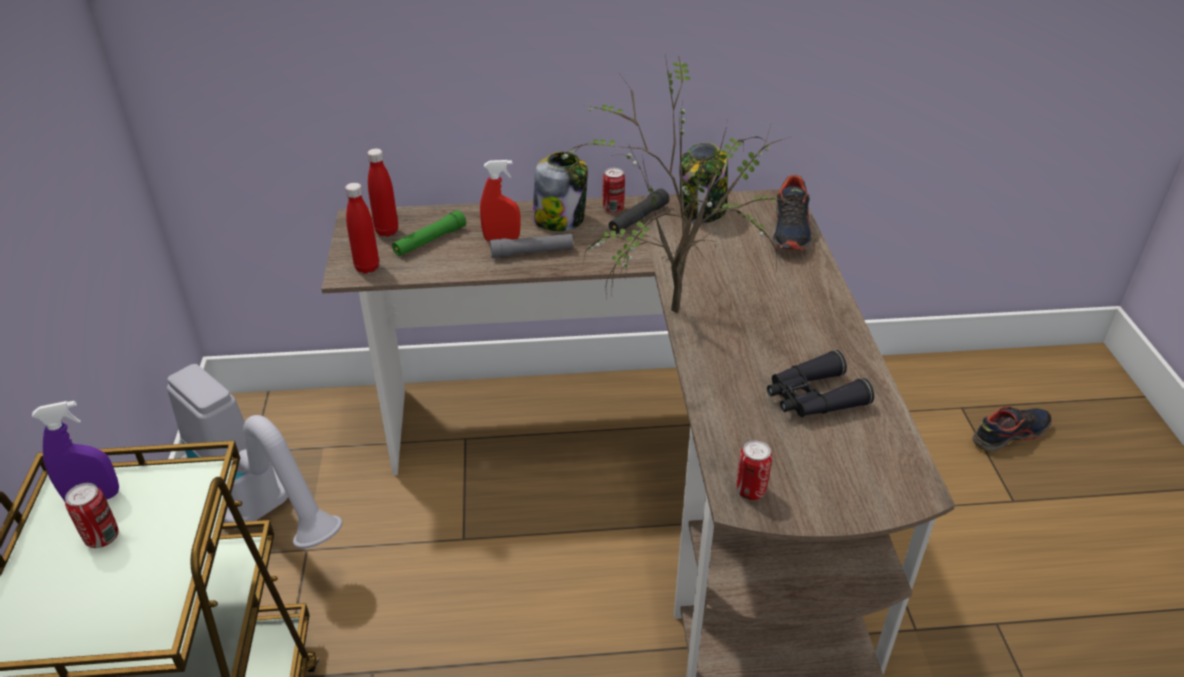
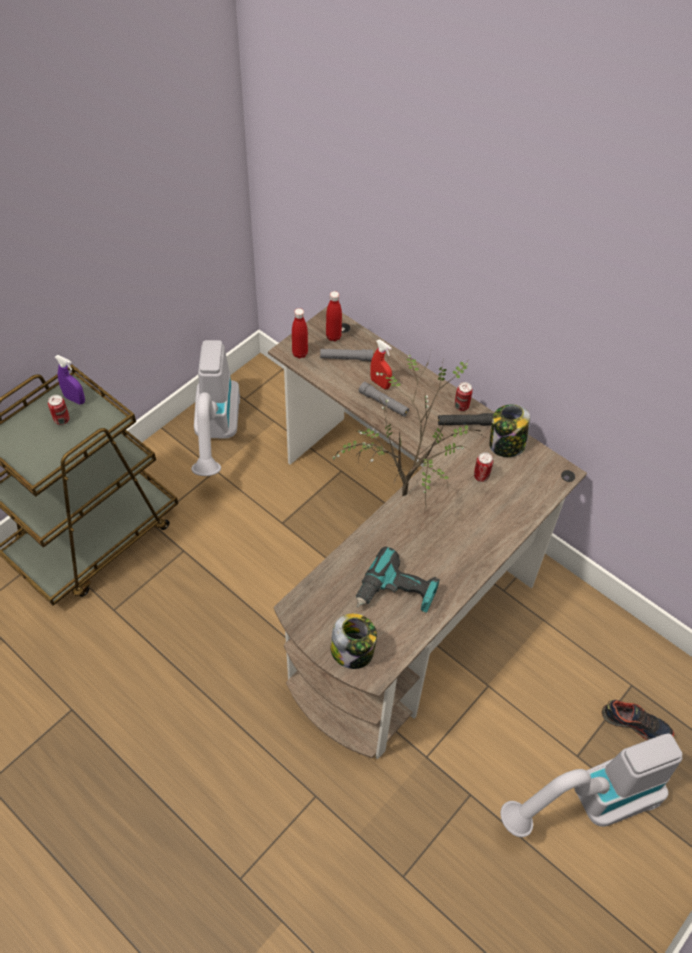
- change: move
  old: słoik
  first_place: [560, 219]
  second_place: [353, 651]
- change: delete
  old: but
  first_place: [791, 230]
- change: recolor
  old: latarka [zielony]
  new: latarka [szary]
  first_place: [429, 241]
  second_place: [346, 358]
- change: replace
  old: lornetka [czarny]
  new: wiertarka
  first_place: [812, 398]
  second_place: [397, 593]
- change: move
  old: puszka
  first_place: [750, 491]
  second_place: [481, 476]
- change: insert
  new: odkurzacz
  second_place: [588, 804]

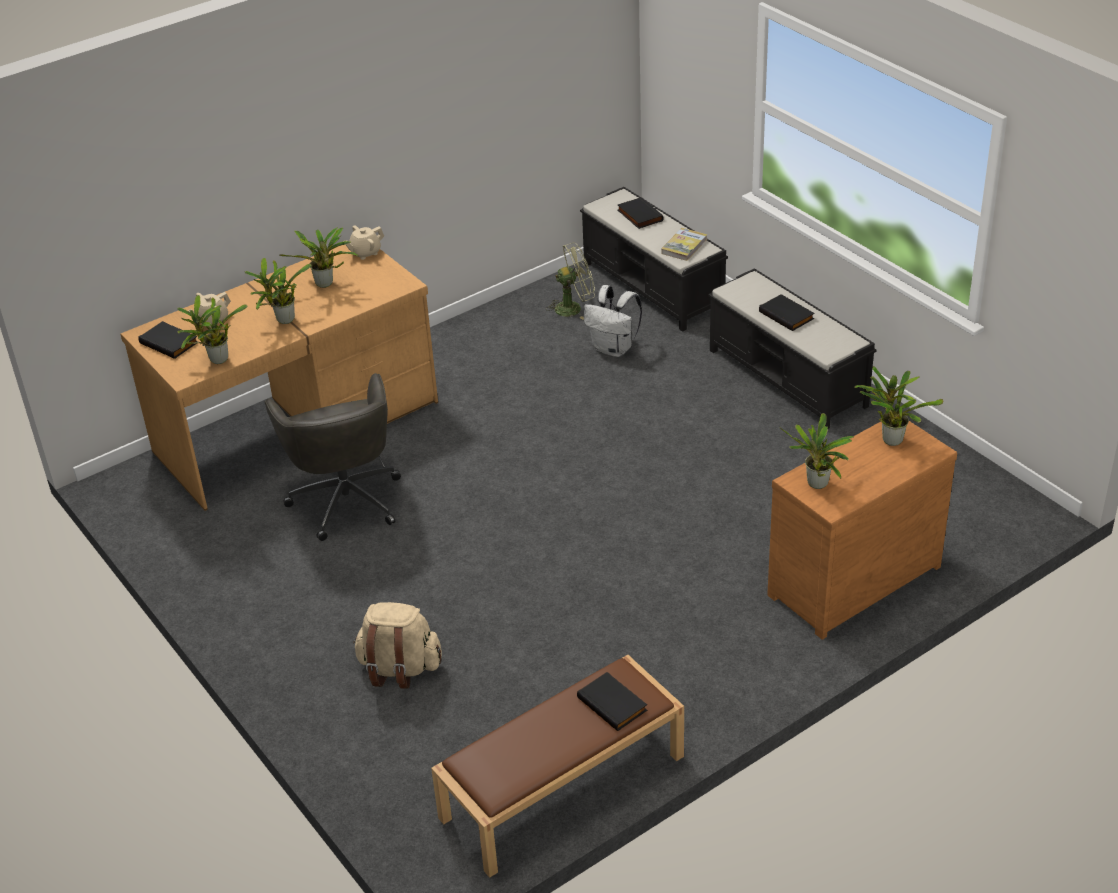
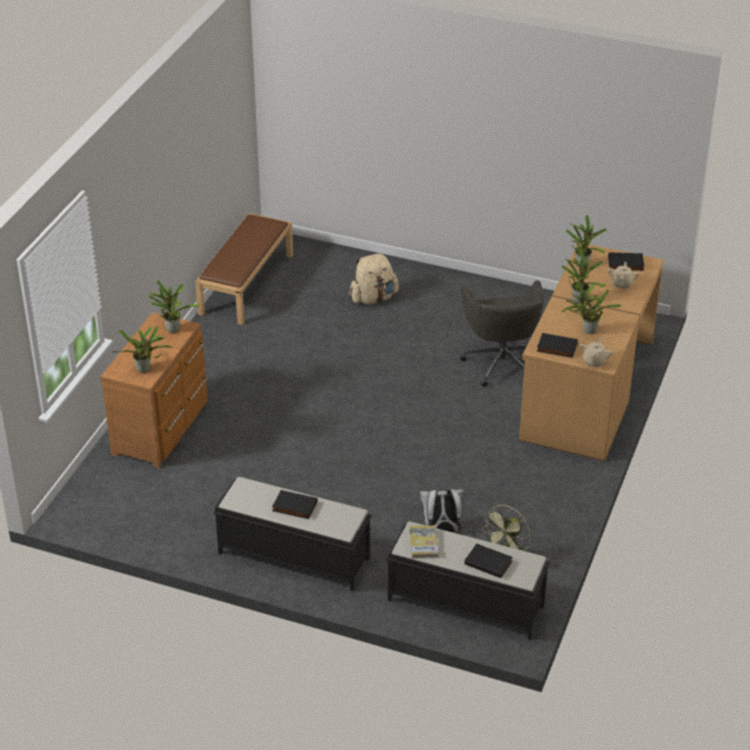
- change: rotate
  old: krzesło biurowe [szary]
  first_place: [346, 499]
  second_place: [502, 362]
  degrees: -135
- change: move
  old: książka [czarny]
  first_place: [613, 704]
  second_place: [556, 348]

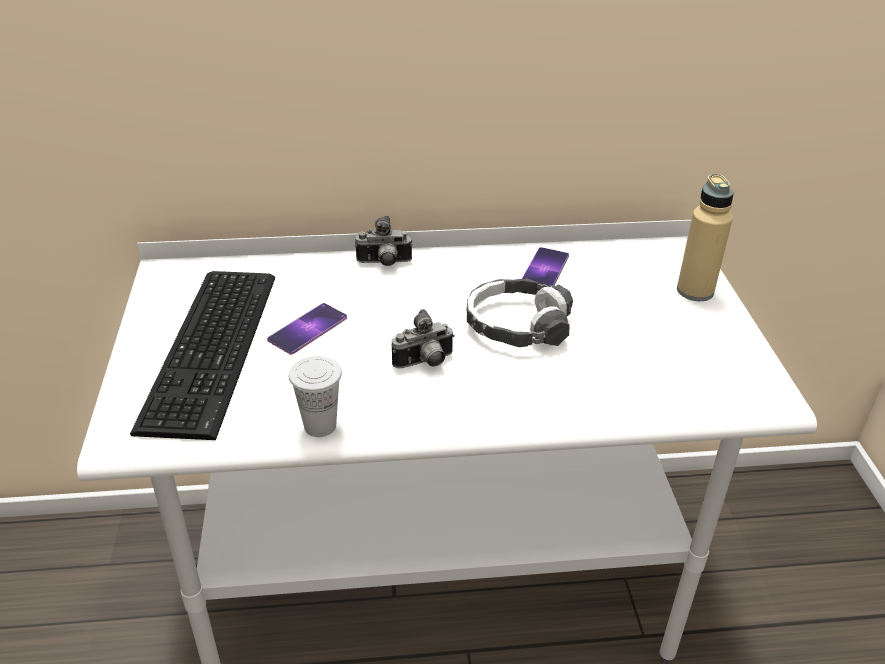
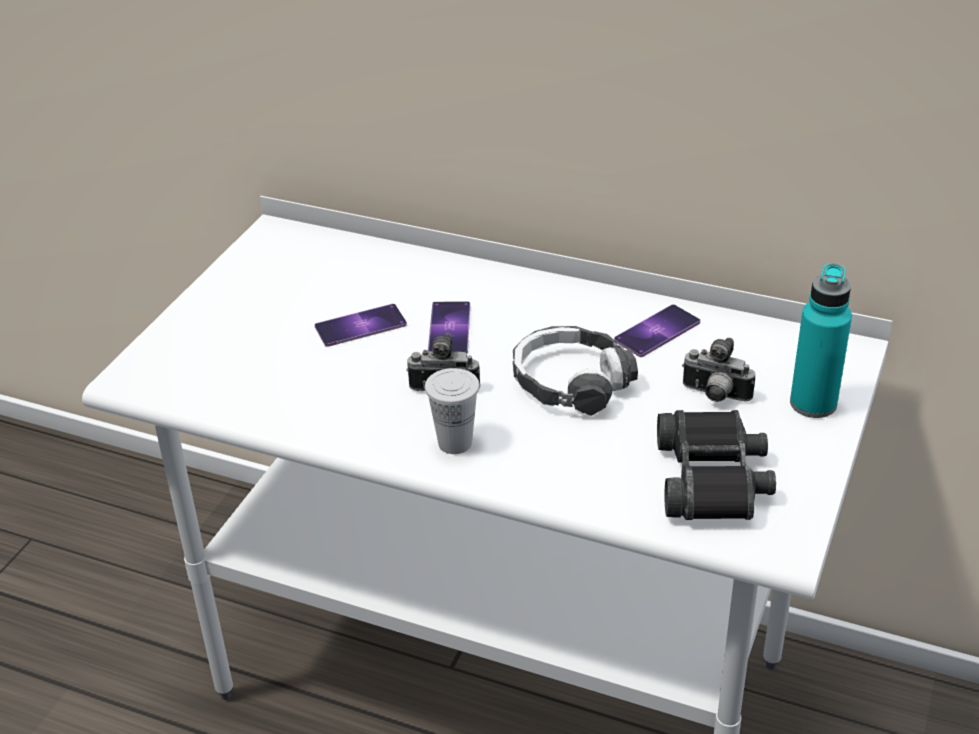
- change: recolor
  old: butelka [beżowy]
  new: butelka [turkusowy]
  first_place: [695, 291]
  second_place: [813, 403]
- change: move
  old: aparat fotograficzny
  first_place: [384, 263]
  second_place: [714, 396]
- change: delete
  old: klawiatura
  first_place: [216, 346]
- change: move
  old: filiżanka [biały]
  first_place: [320, 426]
  second_place: [455, 443]
- change: insert
  new: telefon
  second_place: [449, 328]
- change: insert
  new: lornetka [czarny]
  second_place: [713, 479]

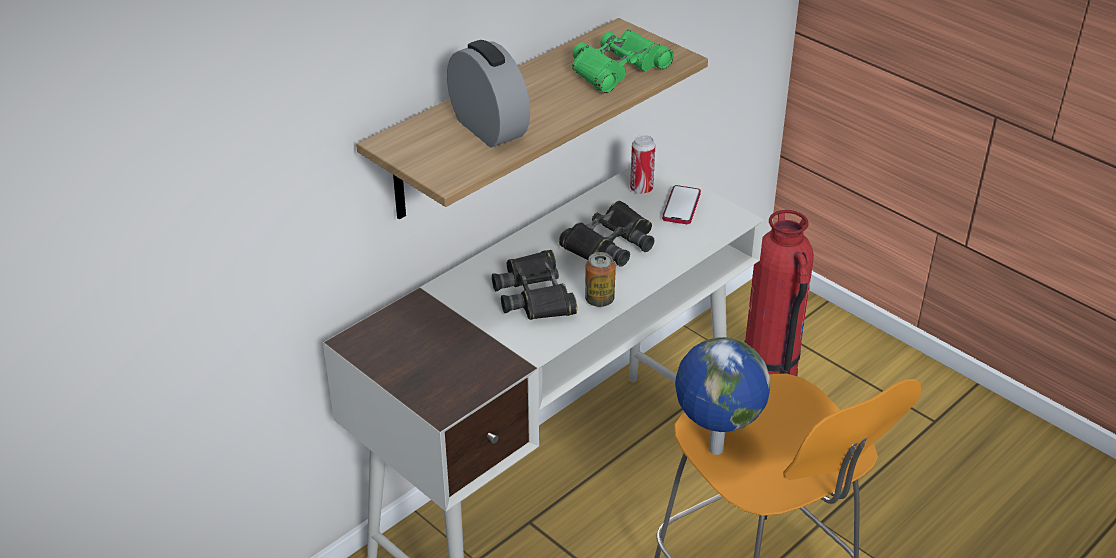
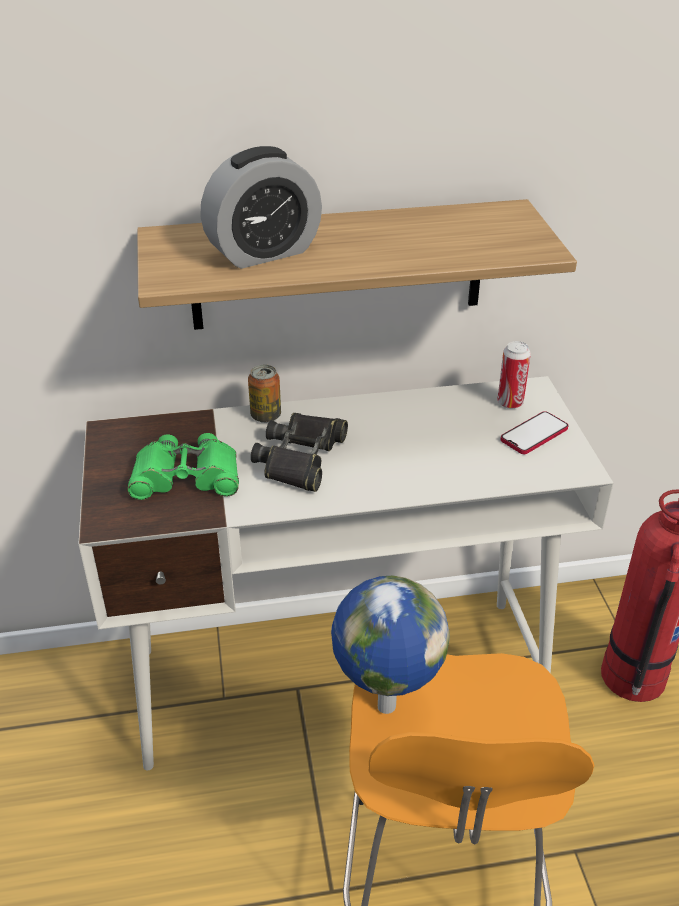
- change: move
  old: lornetka [zielony]
  first_place: [617, 69]
  second_place: [186, 477]
- change: rotate
  old: budzik
  first_place: [489, 128]
  second_place: [263, 252]
  degrees: 60
- change: delete
  old: lornetka [czarny]
  first_place: [610, 243]
- change: move
  old: puszka
  first_place: [599, 300]
  second_place: [265, 416]

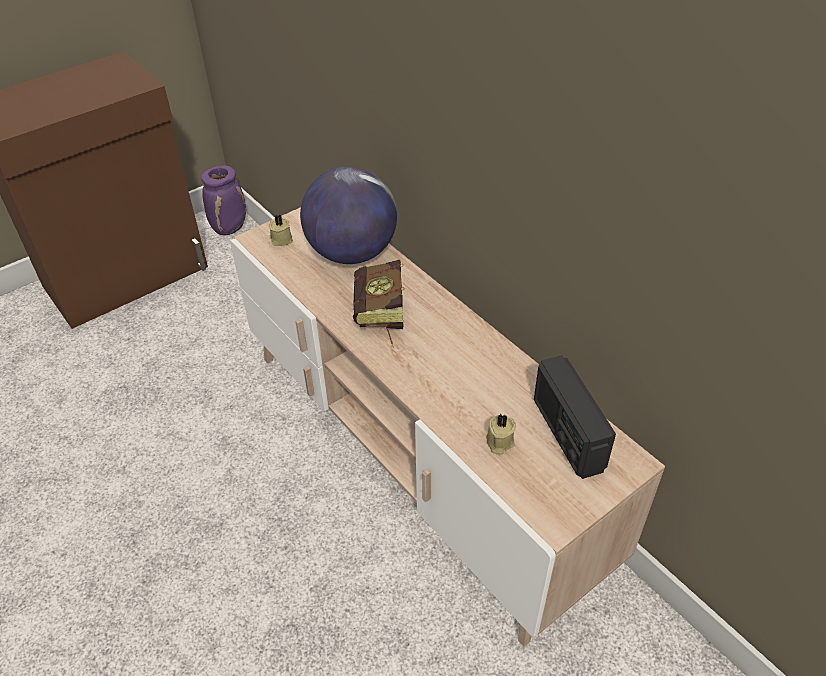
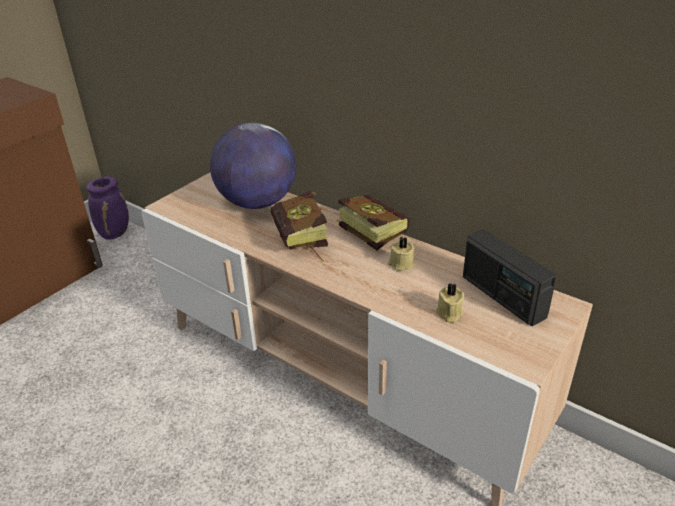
- change: move
  old: świeca [beżowy]
  first_place: [281, 239]
  second_place: [400, 264]
- change: insert
  new: książka
  second_place: [367, 232]

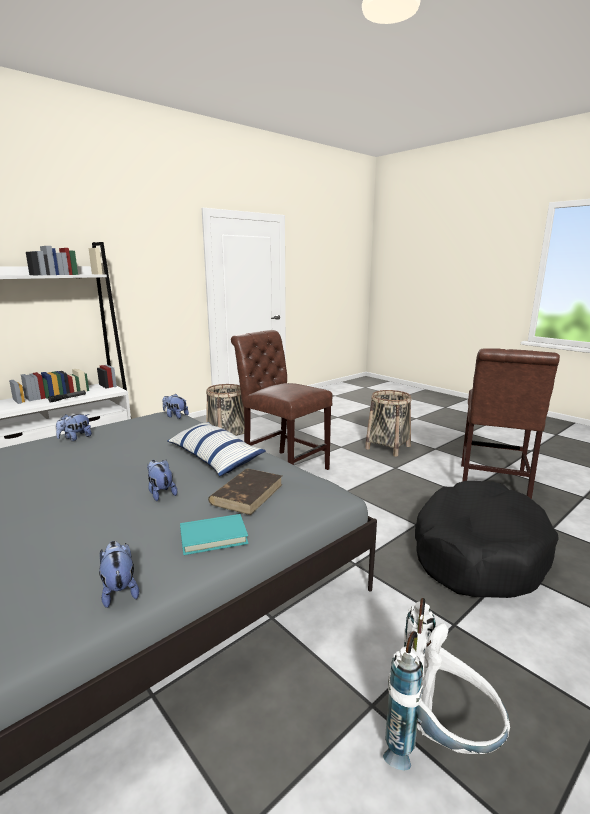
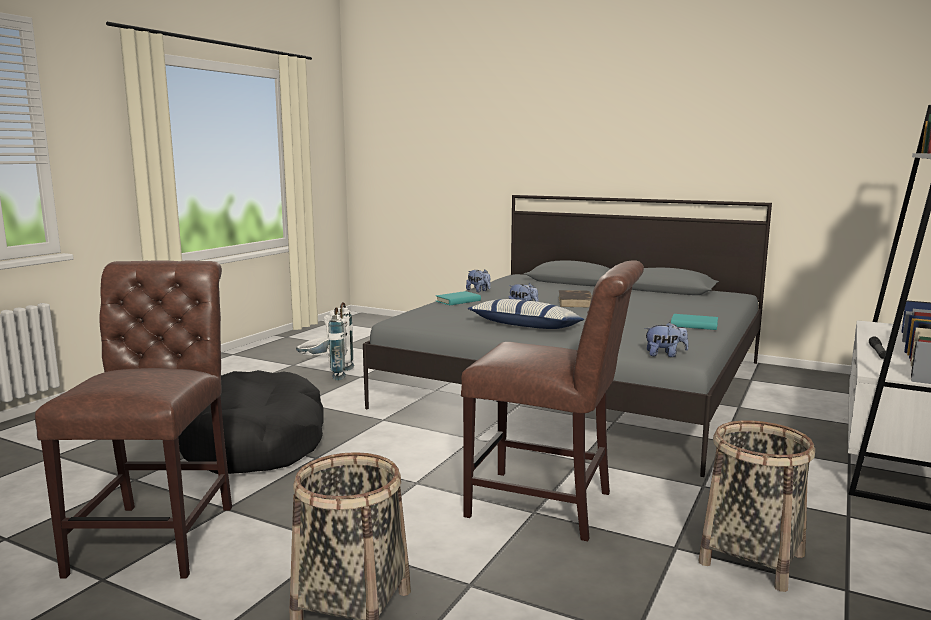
- change: replace
  old: pluszak
  new: książka [turkusowy]
  first_place: [75, 438]
  second_place: [694, 325]
- change: move
  old: książka [brązowy]
  first_place: [247, 493]
  second_place: [576, 302]

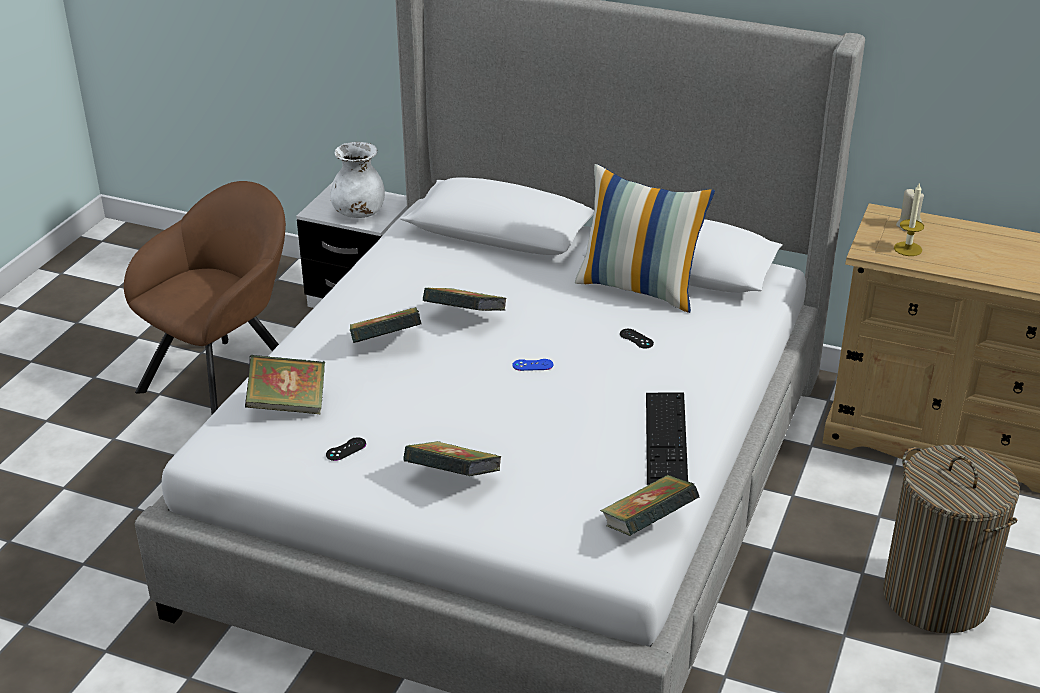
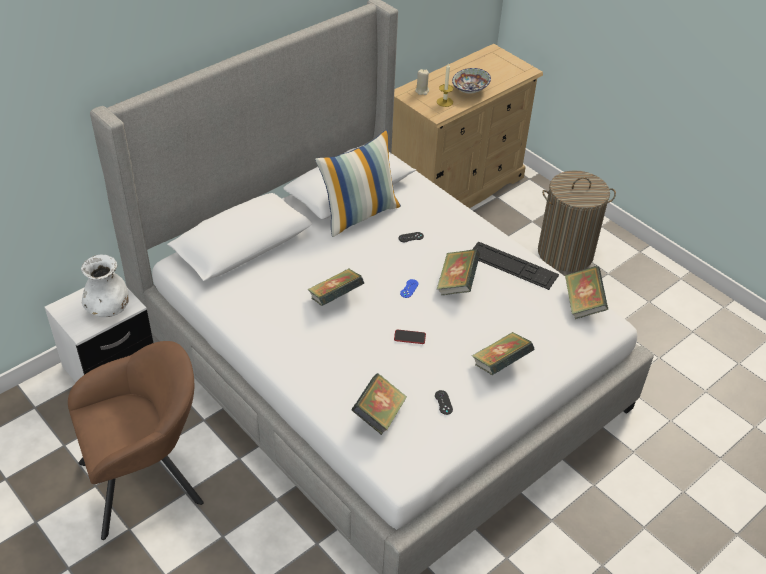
- change: rotate
  old: fotel [brązowy]
  first_place: [228, 380]
  second_place: [147, 480]
  degrees: 90
- change: move
  old: książka
  first_place: [386, 344]
  second_place: [456, 283]
- change: insert
  new: miska
  second_place: [470, 90]
- change: insert
  new: telefon
  second_place: [409, 337]

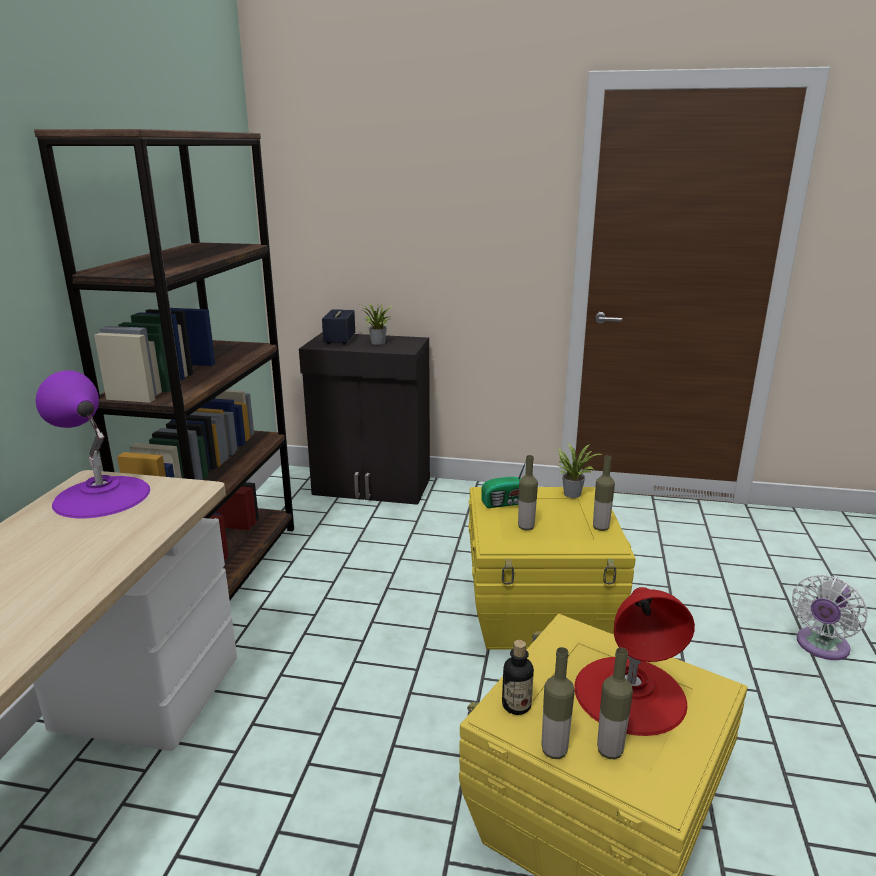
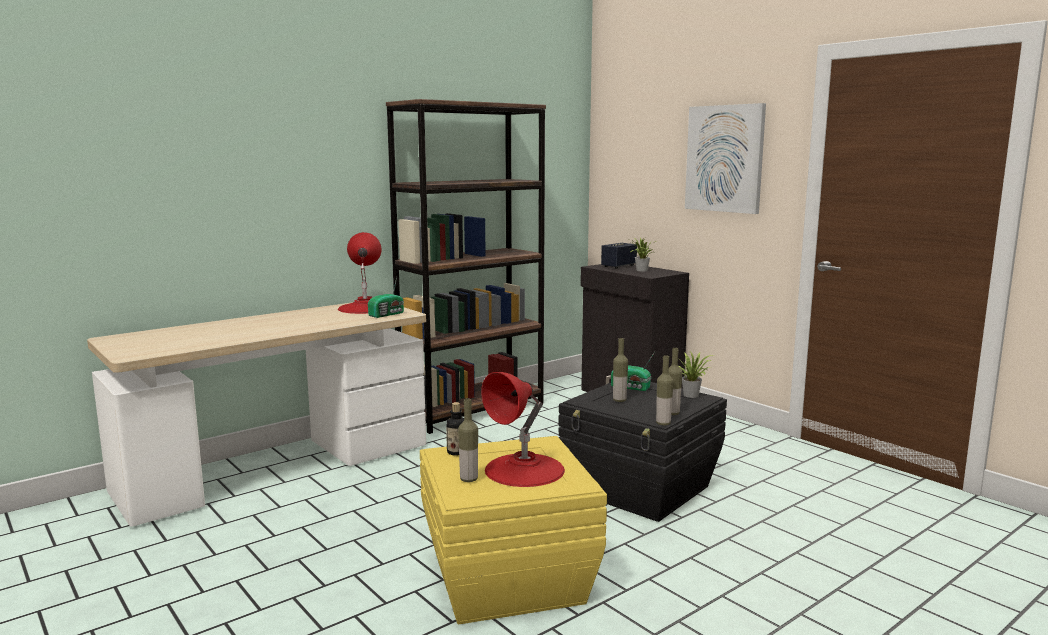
- change: recolor
  old: lampa stołowa [fioletowy]
  new: lampa stołowa [czerwony]
  first_place: [101, 496]
  second_place: [365, 308]
- change: recolor
  old: pojemnik do przechowywania [żółty]
  new: pojemnik do przechowywania [czarny]
  first_place: [540, 613]
  second_place: [641, 490]
- change: delete
  old: wentylator [biały]
  first_place: [820, 647]
- change: move
  old: butelka
  first_place: [554, 750]
  second_place: [663, 423]
- change: insert
  new: obraz
  second_place: [725, 158]
- change: insert
  new: radio
  second_place: [387, 314]

